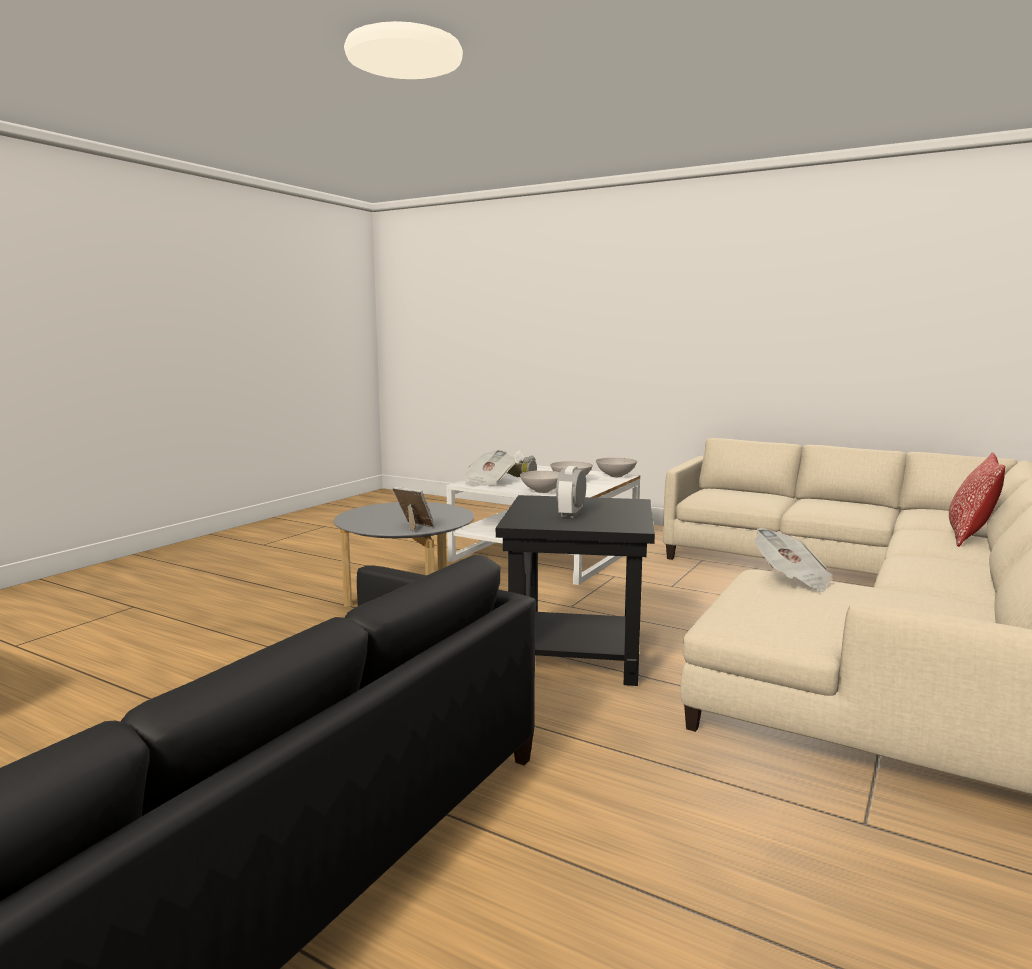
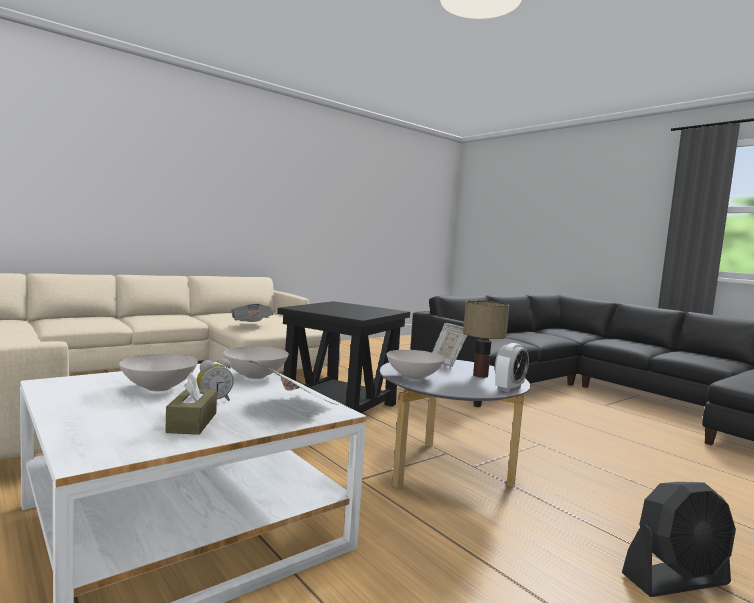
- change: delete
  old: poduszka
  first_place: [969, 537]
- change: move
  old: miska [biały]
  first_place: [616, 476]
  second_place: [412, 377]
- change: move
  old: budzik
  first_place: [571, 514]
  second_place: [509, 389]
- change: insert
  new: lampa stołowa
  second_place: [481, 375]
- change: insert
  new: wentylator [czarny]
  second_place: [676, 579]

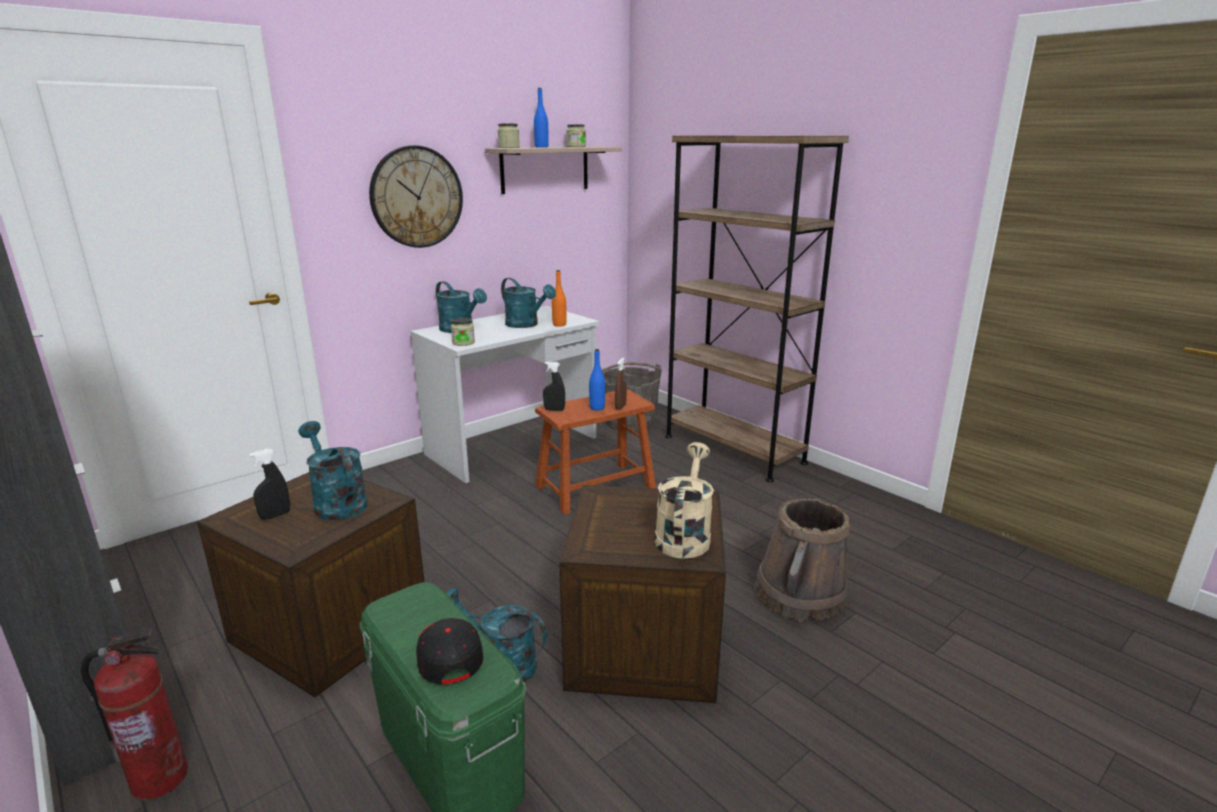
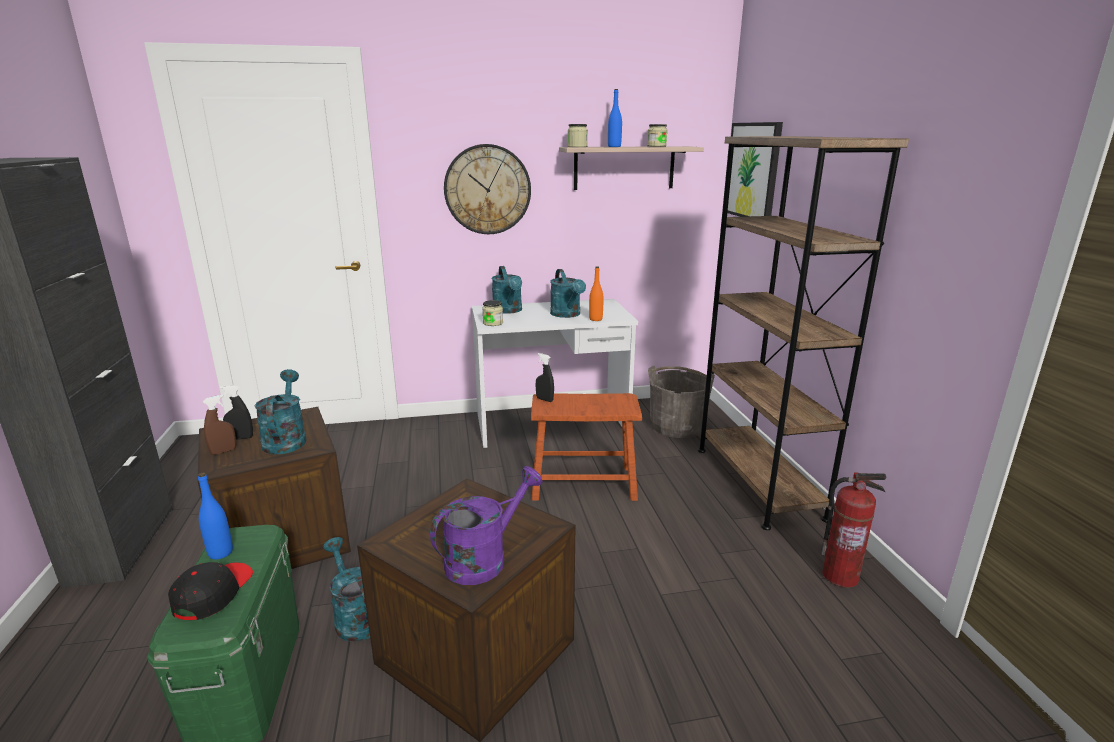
- change: move
  old: butelka [niebieski]
  first_place: [597, 408]
  second_place: [220, 553]
- change: move
  old: spryskiwacz [brązowy]
  first_place: [620, 407]
  second_place: [223, 451]
- change: recolor
  old: konewka [beżowy]
  new: konewka [fioletowy]
  first_place: [684, 535]
  second_place: [484, 558]
- change: delete
  old: wiadro [brązowy]
  first_place: [799, 595]
- change: move
  old: gaśnica
  first_place: [161, 778]
  second_place: [840, 576]
- change: insert
  new: obraz
  second_place: [753, 171]

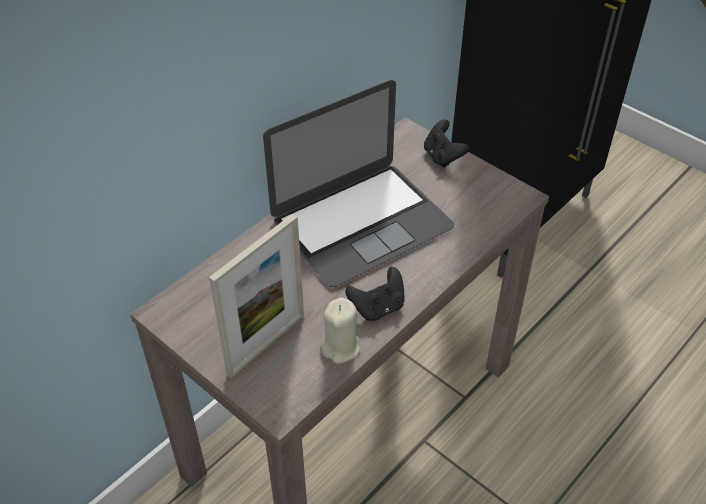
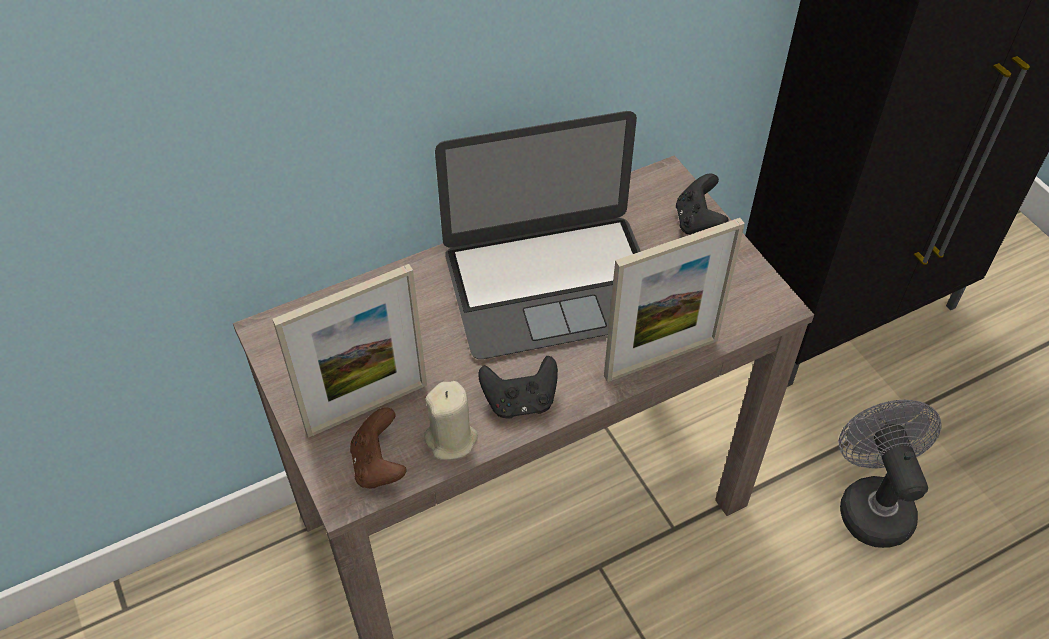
- change: insert
  new: ramka na zdjęcie
  second_place: [661, 358]
- change: insert
  new: wentylator [szary]
  second_place: [871, 503]
- change: insert
  new: pad do gier [brązowy]
  second_place: [379, 465]

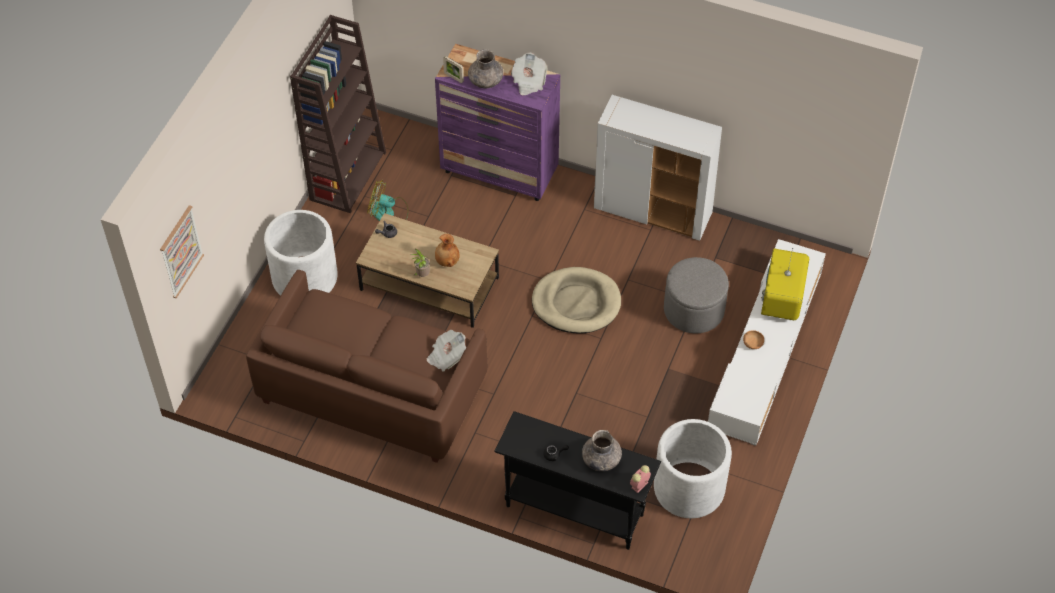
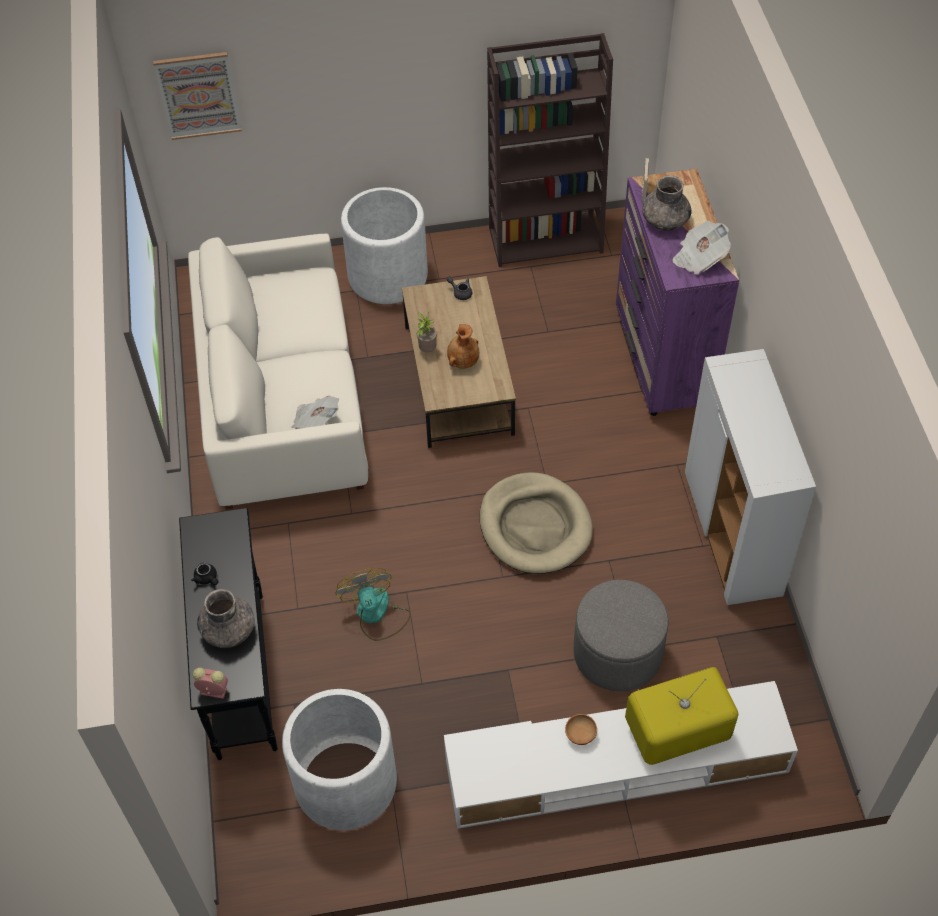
- change: move
  old: wentylator
  first_place: [388, 213]
  second_place: [376, 614]
- change: recolor
  old: kanapa [brązowy]
  new: kanapa [biały]
  first_place: [371, 390]
  second_place: [283, 404]

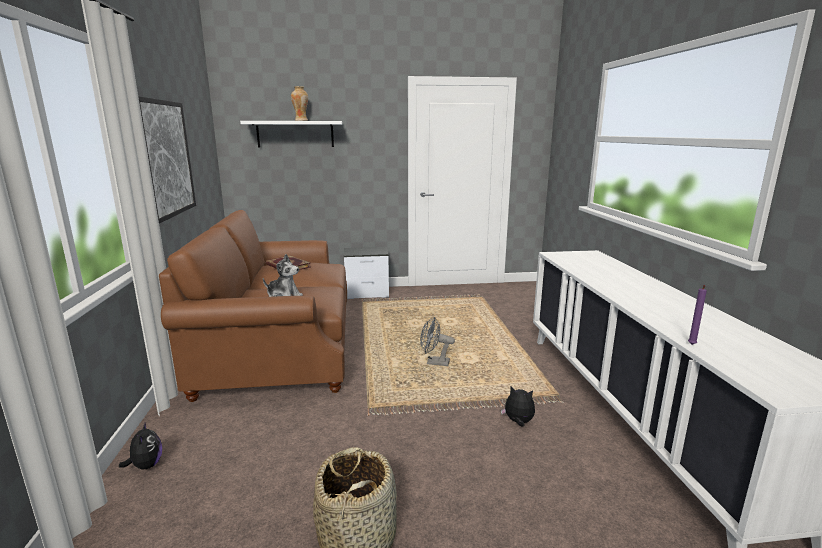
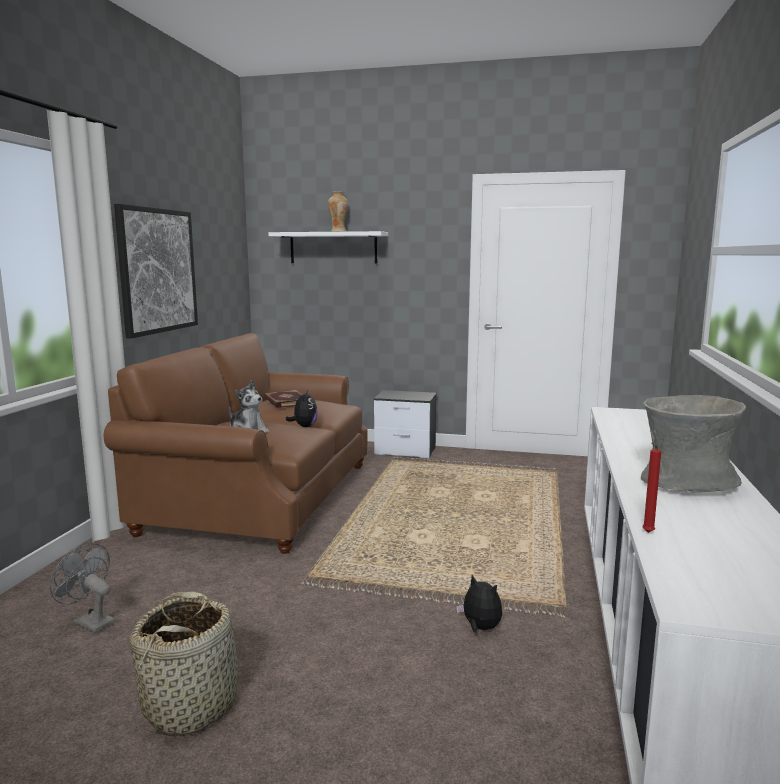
- change: recolor
  old: świeca [fioletowy]
  new: świeca [czerwony]
  first_place: [691, 345]
  second_place: [647, 533]
- change: move
  old: wentylator [szary]
  first_place: [434, 362]
  second_place: [90, 622]
- change: move
  old: pluszak
  first_place: [146, 465]
  second_place: [304, 426]
- change: insert
  new: wazon [szary]
  second_place: [686, 483]

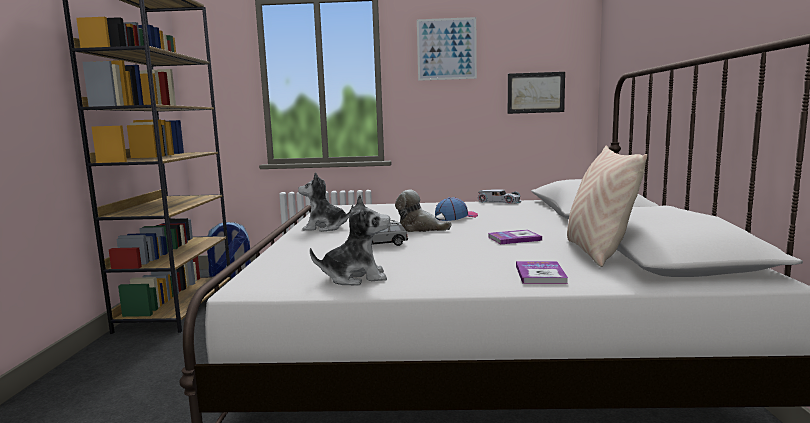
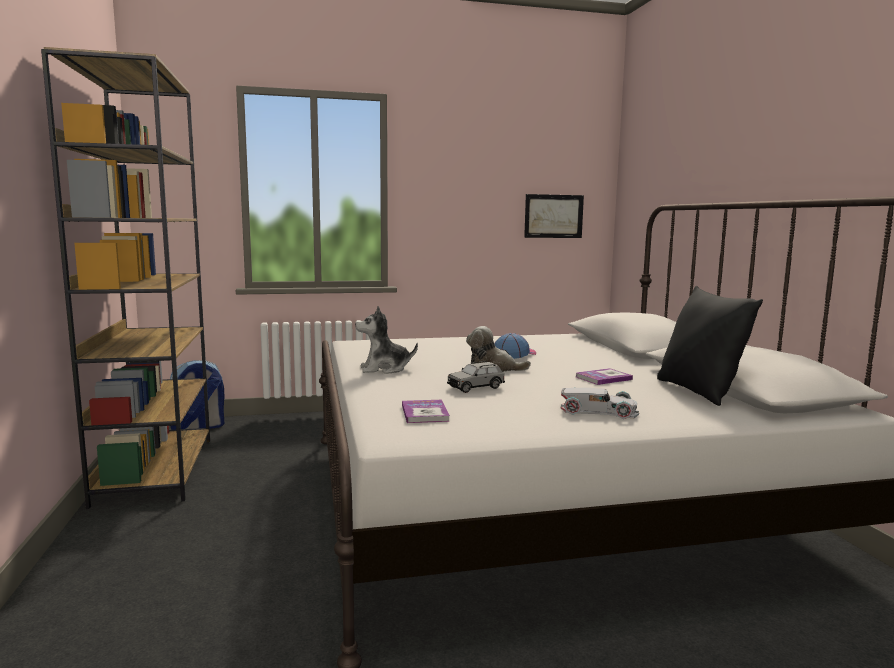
- change: delete
  old: obraz
  first_place: [446, 49]
- change: recolor
  old: poduszka [beżowy]
  new: poduszka [czarny]
  first_place: [597, 253]
  second_place: [698, 392]
- change: move
  old: samochodzik [biały]
  first_place: [499, 201]
  second_place: [598, 411]
- change: delete
  old: pluszak
  first_place: [355, 277]
- change: move
  old: książka
  first_place: [540, 274]
  second_place: [425, 413]

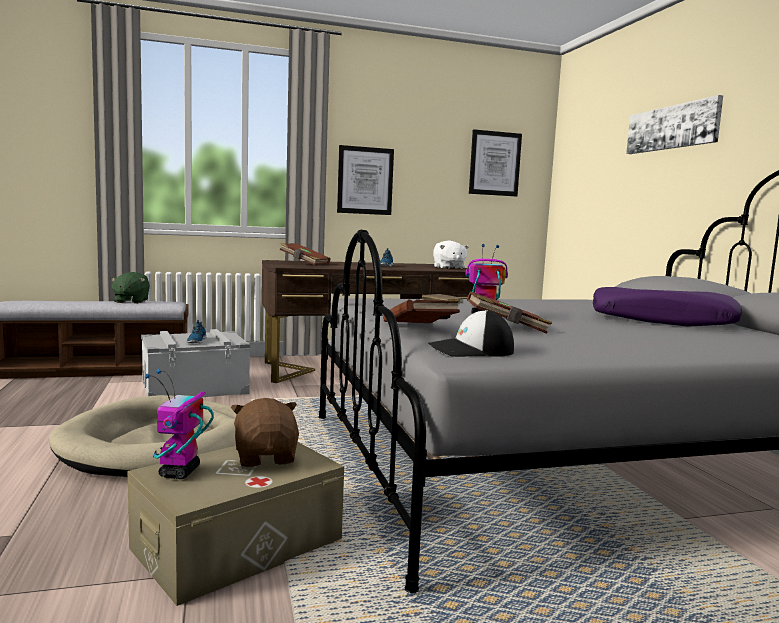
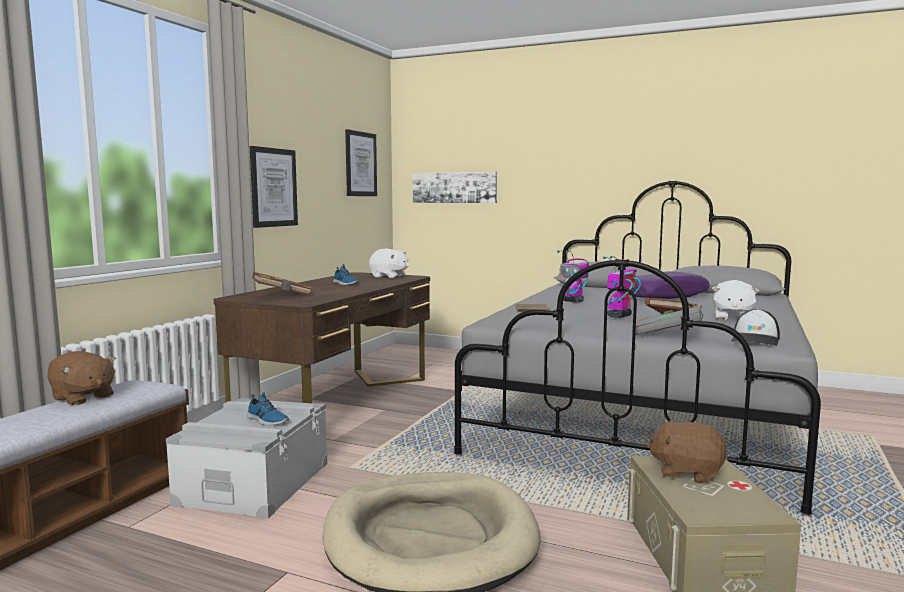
- change: move
  old: obraz
  first_place: [672, 127]
  second_place: [454, 187]
- change: recolor
  old: pluszak [zielony]
  new: pluszak [brązowy]
  first_place: [131, 301]
  second_place: [82, 398]
- change: recolor
  old: książka [brązowy]
  new: książka [szary]
  first_place: [420, 329]
  second_place: [667, 334]
- change: move
  old: robot zabawkowy
  first_place: [179, 473]
  second_place: [572, 301]
- change: insert
  new: pluszak [biały]
  second_place: [732, 317]

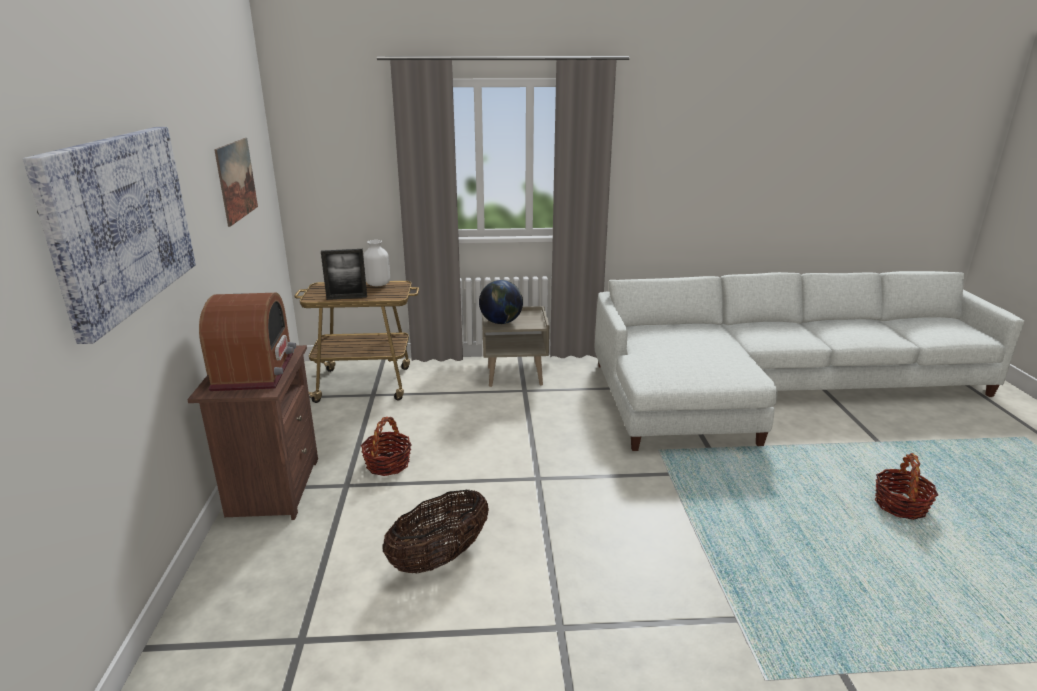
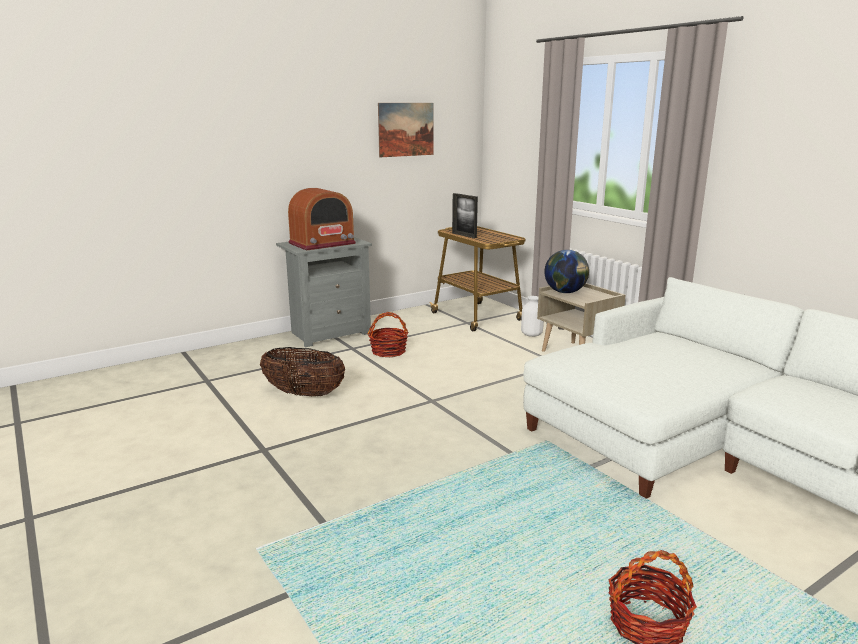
- change: delete
  old: obraz
  first_place: [119, 223]
- change: move
  old: wazon [biały]
  first_place: [378, 284]
  second_place: [532, 334]
- change: recolor
  old: szafka nocna [brązowy]
  new: szafka nocna [szary]
  first_place: [272, 488]
  second_place: [329, 333]

